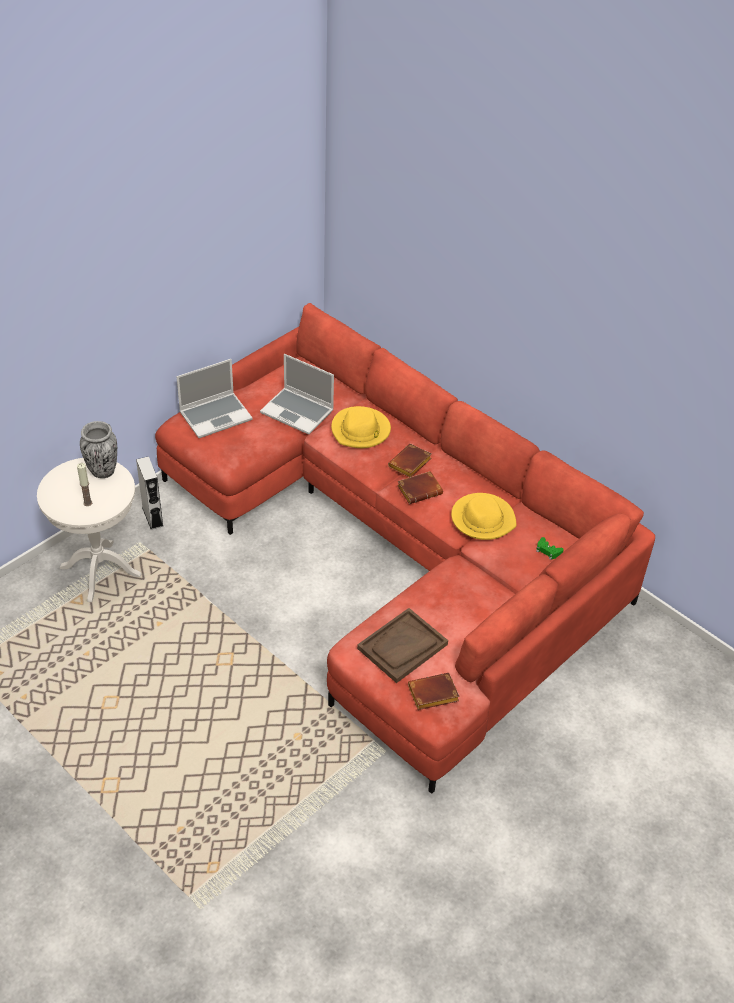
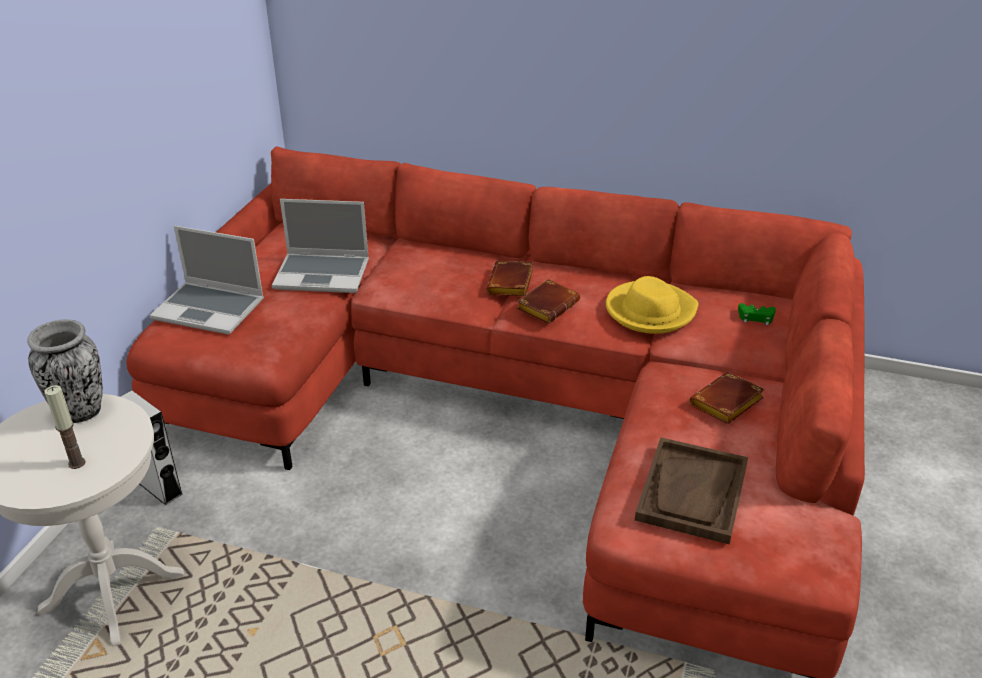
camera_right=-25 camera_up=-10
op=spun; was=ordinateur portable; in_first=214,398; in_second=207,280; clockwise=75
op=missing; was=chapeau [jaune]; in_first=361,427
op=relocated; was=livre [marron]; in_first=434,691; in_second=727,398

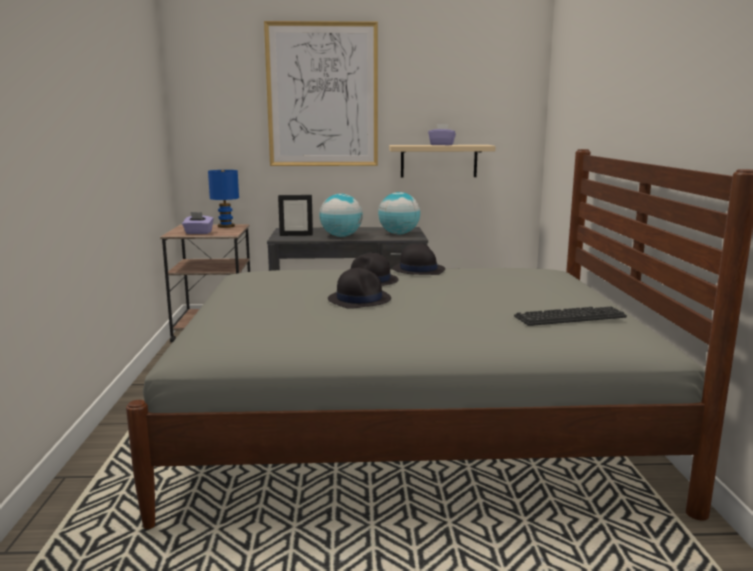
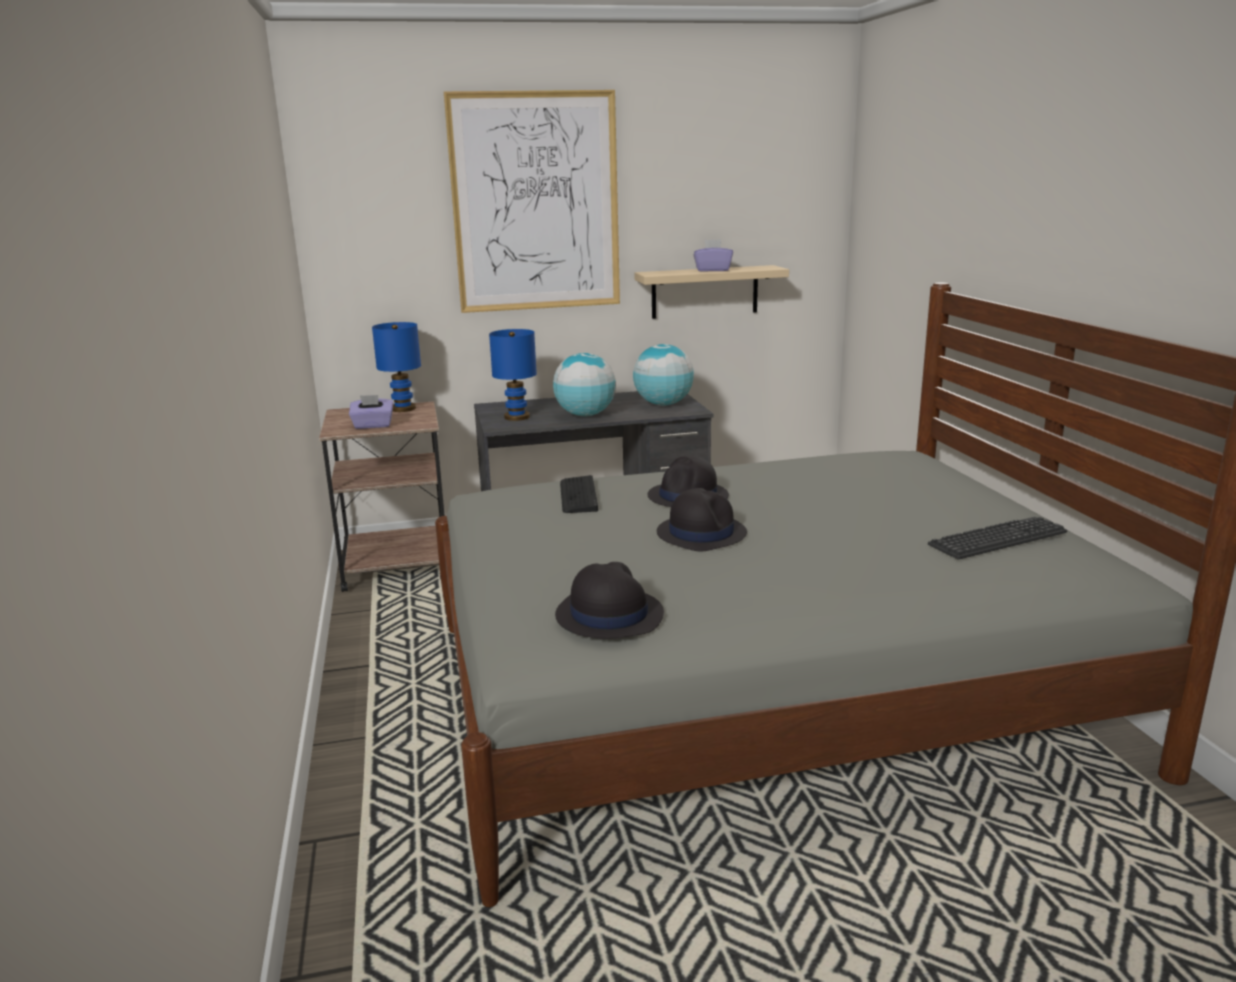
camera_right=-10 camera_up=5
op=exchanged; was=cadre photo; now=lampe de table [bleu]; in_first=295,215; in_second=513,375
op=relocated; was=chapeau [noir]; in_first=418,259; in_second=609,600
op=appeared; now=clavier; in_second=579,494

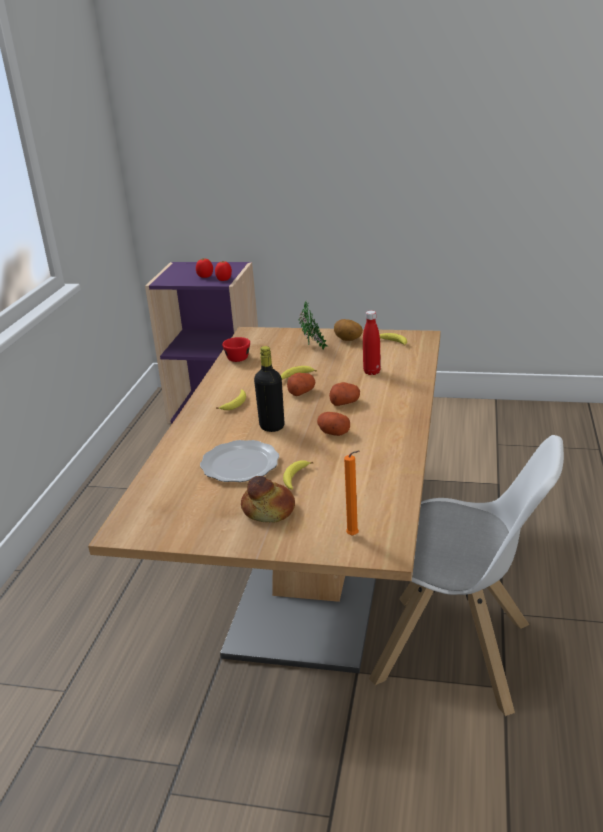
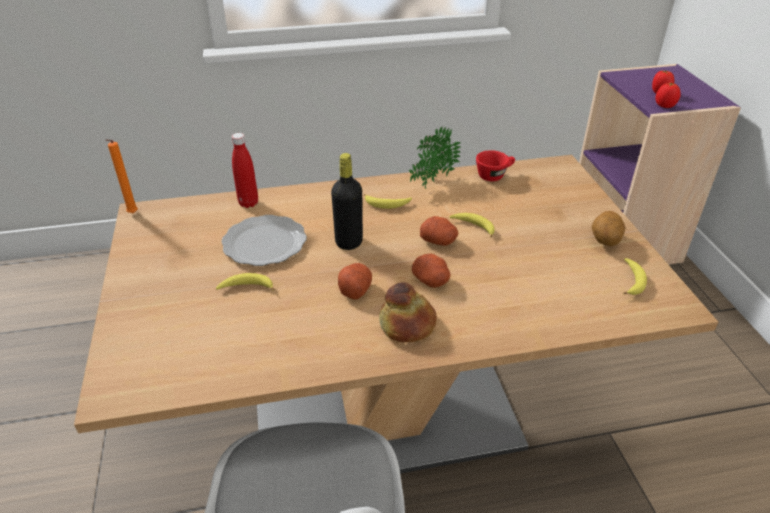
camera_right=65 camera_up=10
op=relocated; was=plante en pot; in_first=313,325; in_second=435,157
op=relocated; was=bouteille [rouge]; in_first=372,343; in_second=244,170
op=relocated; was=bougie [orange]; in_first=351,493; in_second=121,176
op=relocated; was=pain; in_first=268,499; in_second=408,312

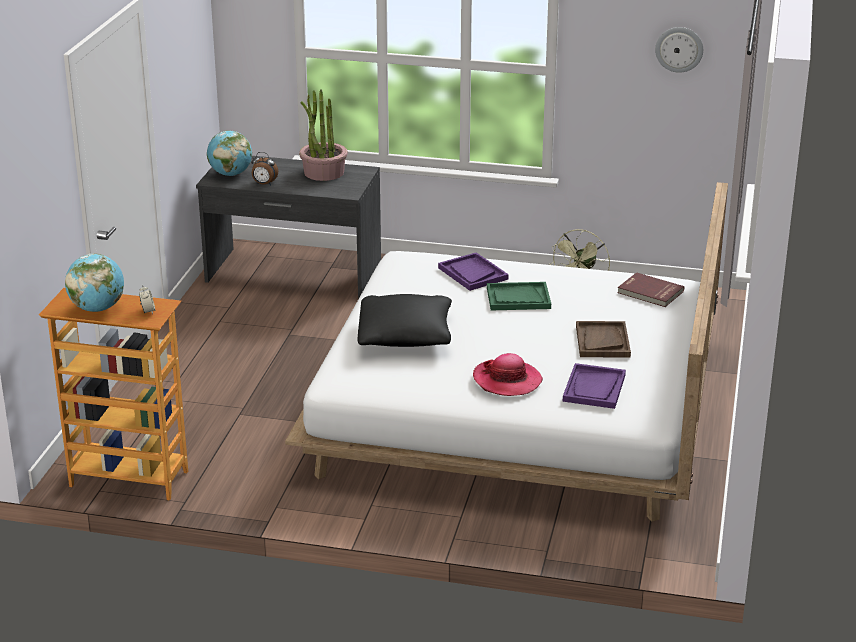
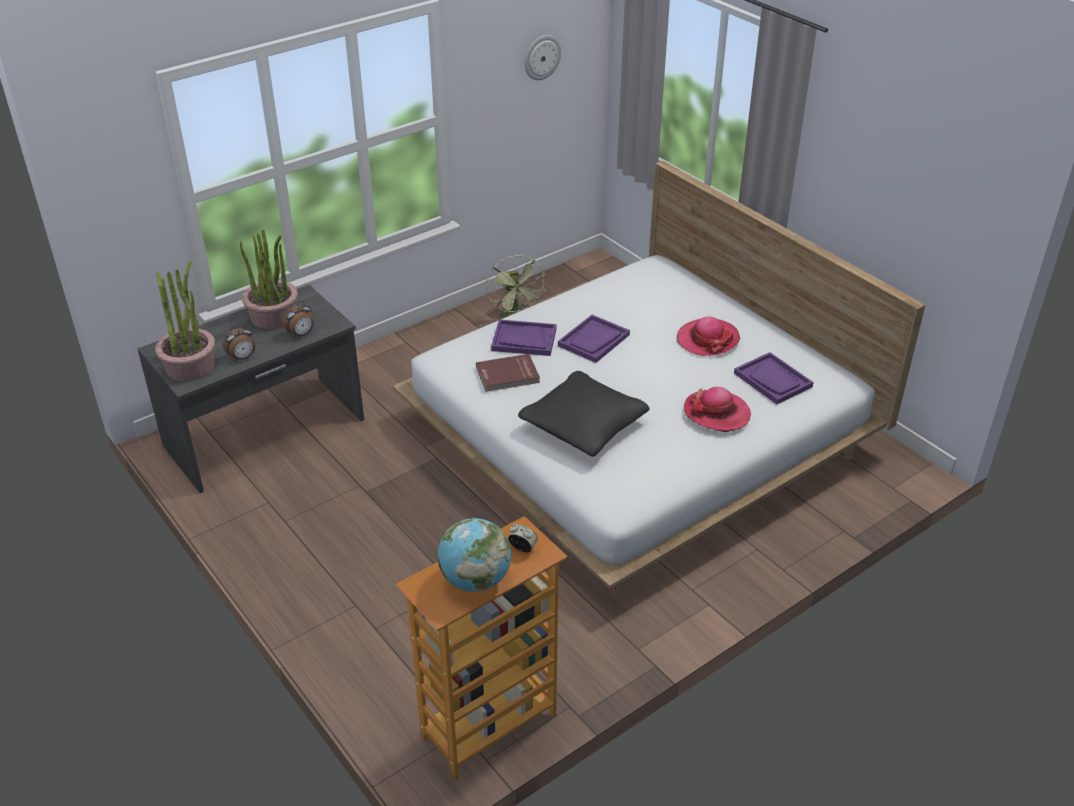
camera_right=-50 camera_up=10
op=exchanged; was=globe; now=plante en pot; in_first=229,153; in_second=185,321
op=relocated; was=livre [rouge]; in_first=650,289; in_second=508,373
op=colour; was=plateau [vert]; now=plateau [violet]; in_first=519,296; in_second=594,339
op=exchanged; was=plateau [marron]; now=chapeau; in_first=603,339; in_second=708,336
op=appeared; now=réveil; in_second=298,319

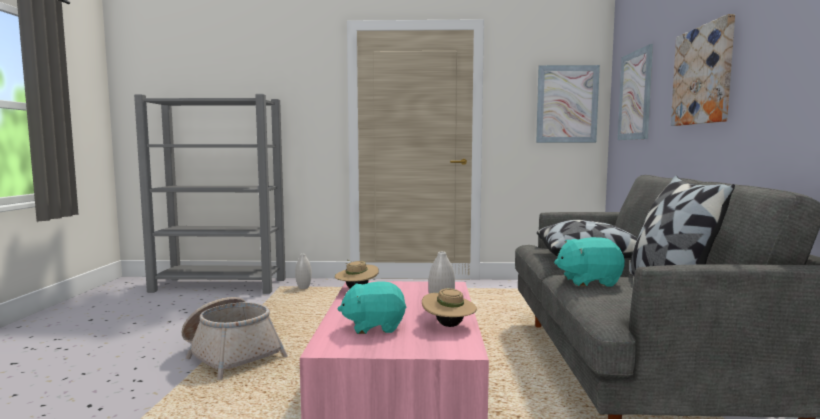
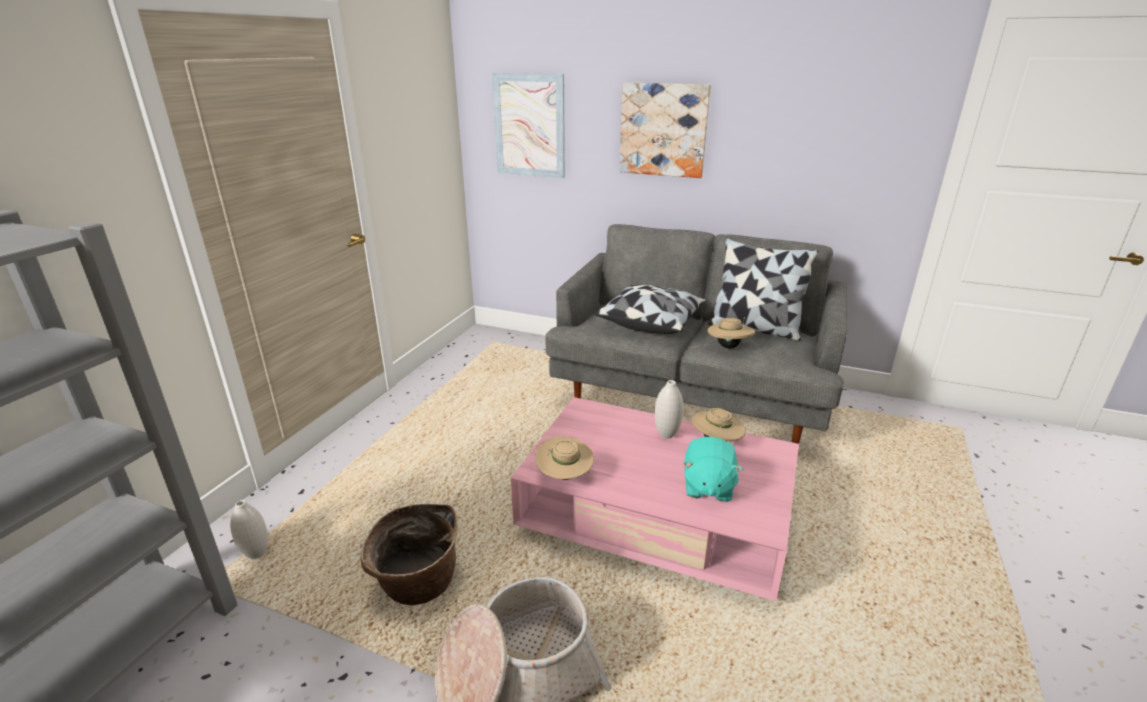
camera_right=-70 camera_up=20
op=missing; was=tableau; in_first=568,104
op=exchanged; was=peluche [turquoise]; now=chapeau [beige]; in_first=589,262; in_second=731,332
op=appeared; now=panier; in_second=409,554

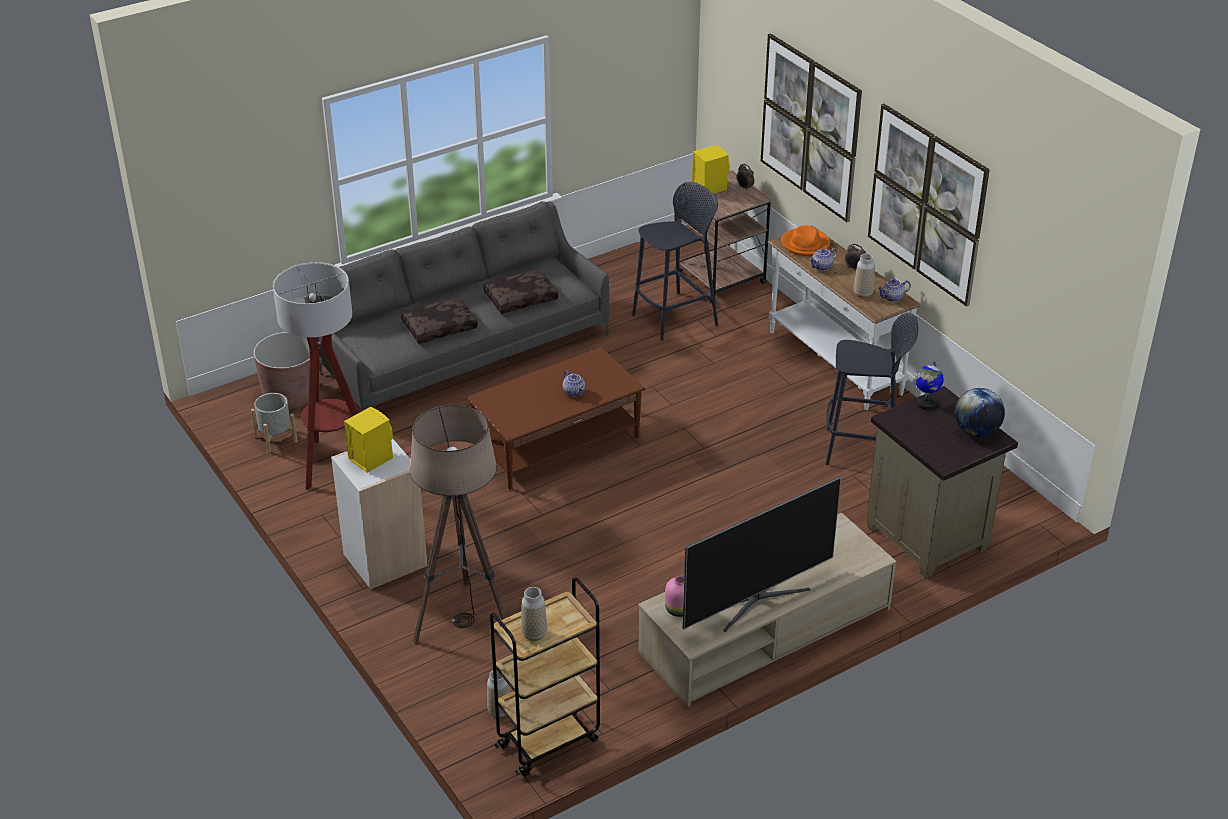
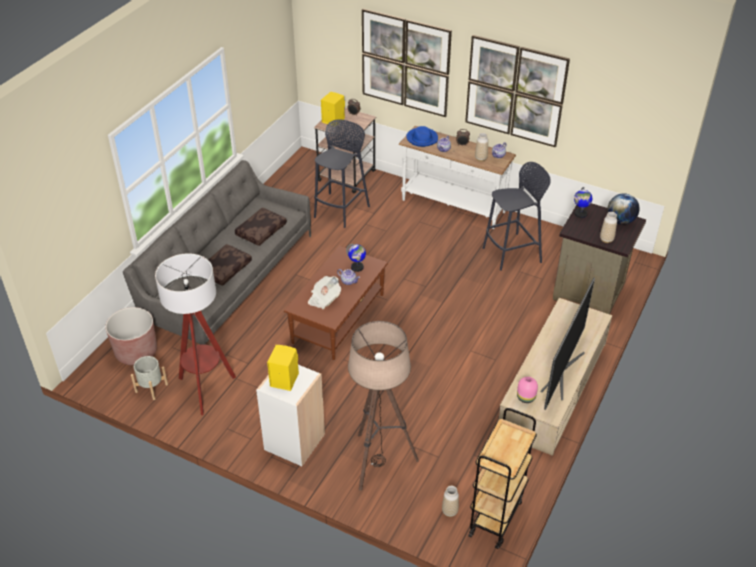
camera_right=-30 camera_up=5
op=colour; was=chapeau [orange]; now=chapeau [bleu]; in_first=805,240; in_second=422,136
op=relocated; was=vase; in_first=534,614; in_second=608,227
op=appeared; now=globe; in_second=356,258
op=appeared; now=journal; in_second=324,292

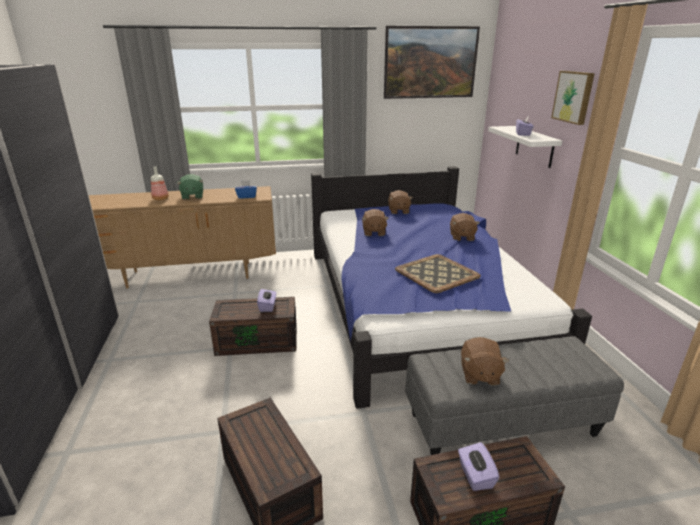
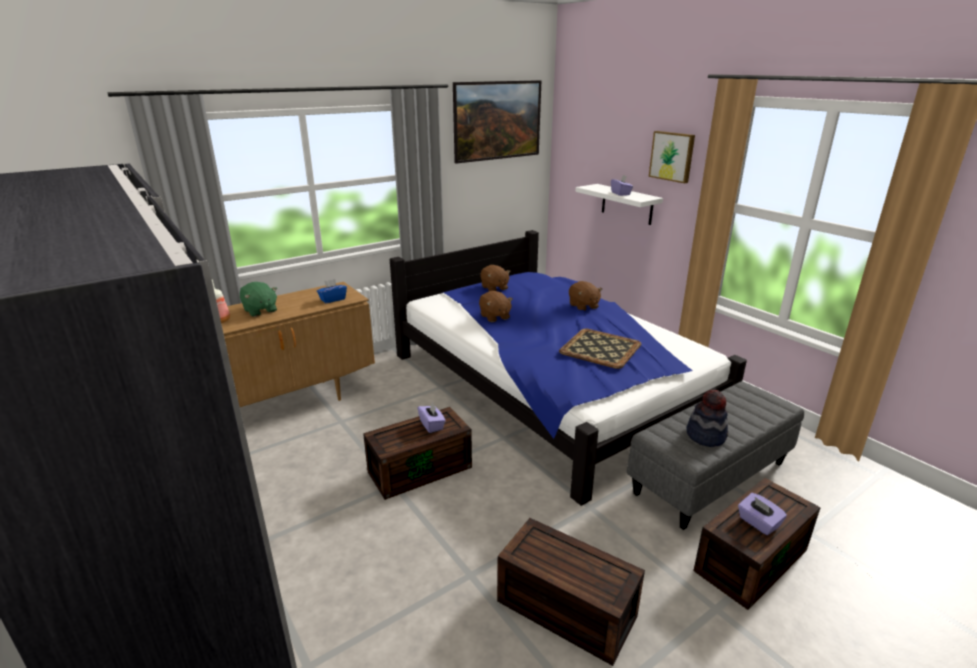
camera_right=-25 camera_up=0
op=exchanged; was=peluche [marron]; now=chapeau; in_first=485,361; in_second=707,418

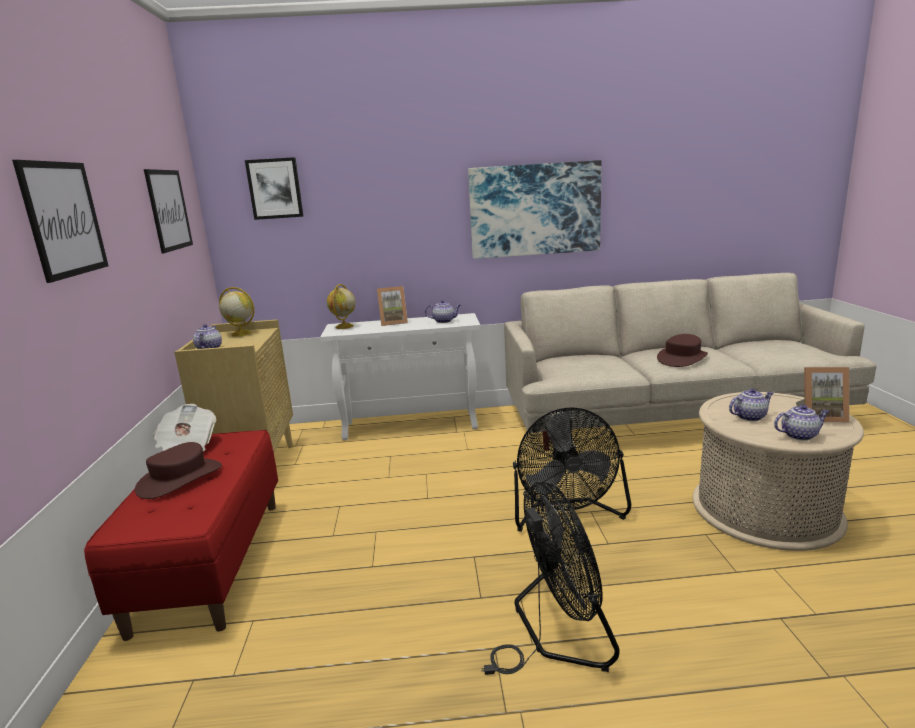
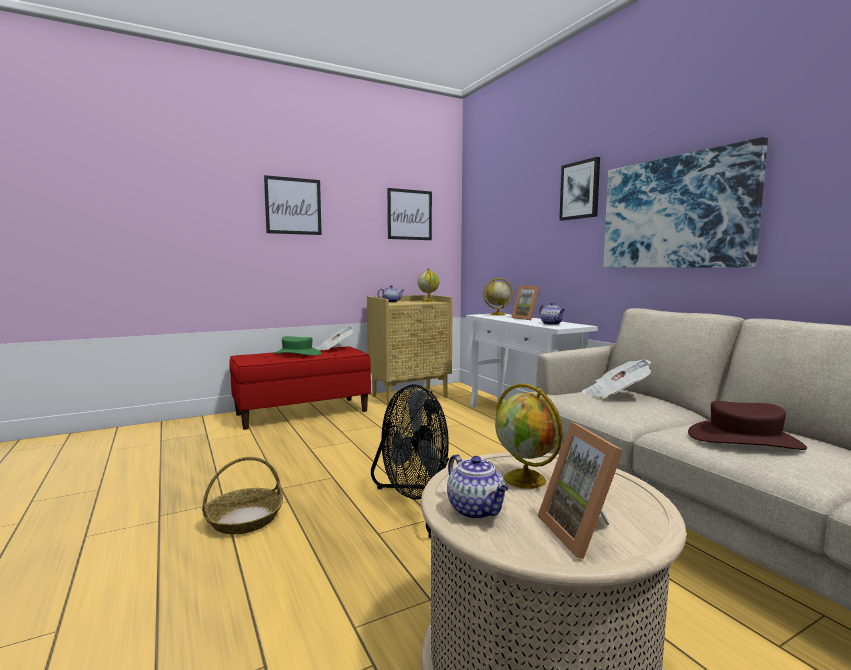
camera_right=65 camera_up=-10
op=relocated; was=tableau; in_first=274,188; in_second=579,189
op=exchanged; was=théière; now=globe; in_first=751,404; in_second=529,436
op=colour; was=chapeau [marron]; now=chapeau [vert]; in_first=178,470; in_second=297,346
op=exchanged; was=ventilateur [noir]; now=panier; in_first=550,578; in_second=242,495
op=appeared; now=journal; in_second=617,379

